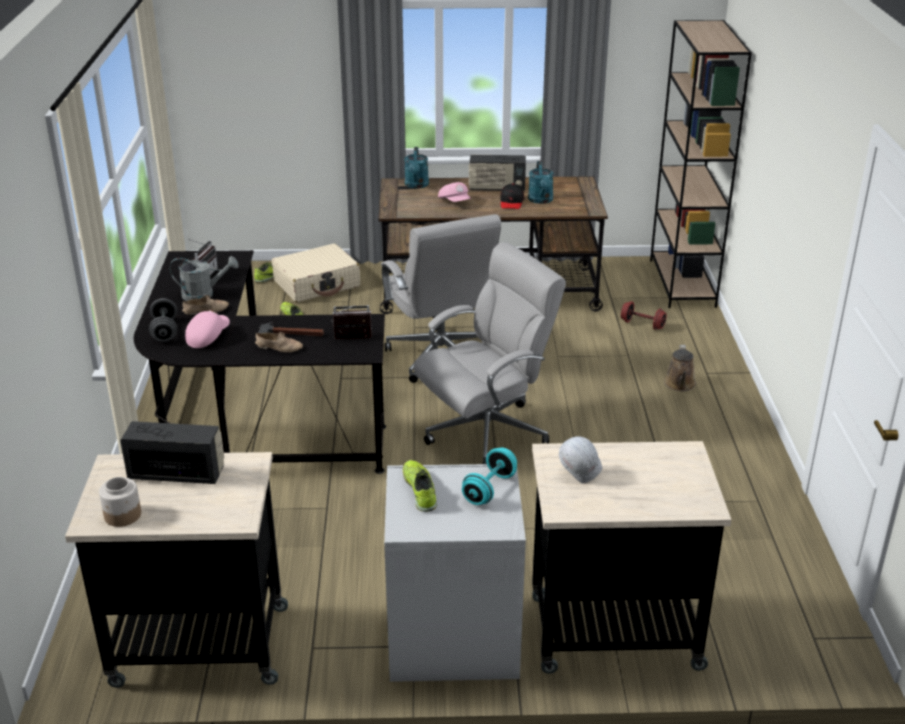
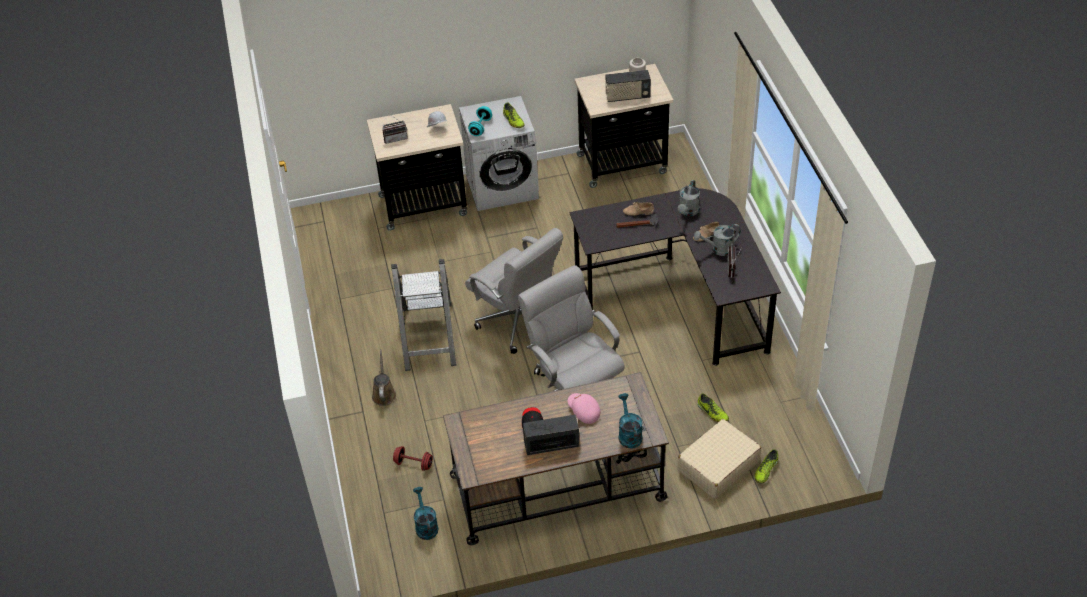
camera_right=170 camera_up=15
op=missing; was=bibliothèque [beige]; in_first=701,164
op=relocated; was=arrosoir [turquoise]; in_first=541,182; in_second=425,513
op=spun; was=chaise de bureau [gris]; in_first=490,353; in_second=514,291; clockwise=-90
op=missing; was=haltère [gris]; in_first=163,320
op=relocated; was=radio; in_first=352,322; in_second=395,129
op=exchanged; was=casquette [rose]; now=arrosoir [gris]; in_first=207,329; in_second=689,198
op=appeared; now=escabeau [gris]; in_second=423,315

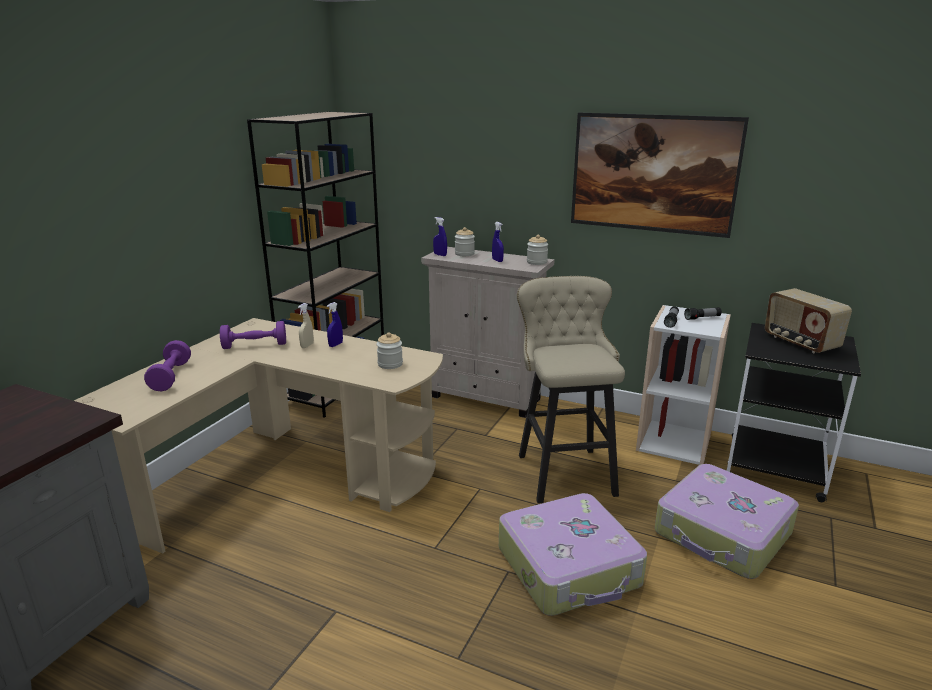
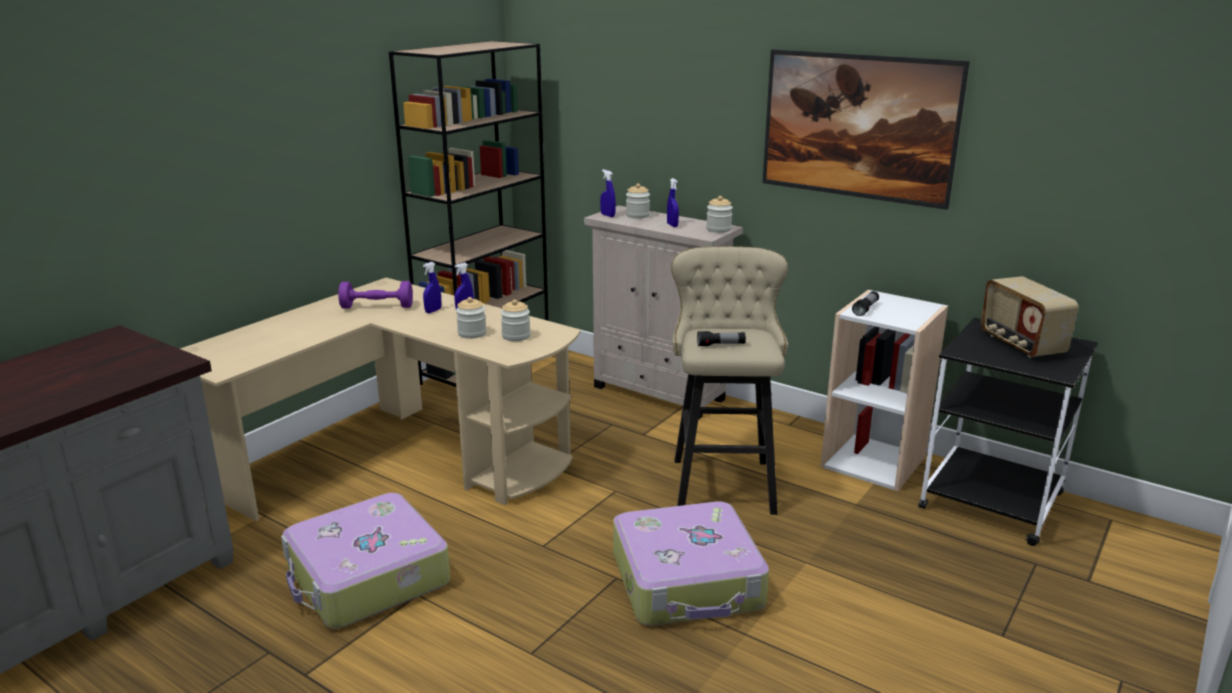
camera_right=10 camera_up=0
op=colour; was=vaporisateur [beige]; now=vaporisateur [bleu]; in_first=306,325; in_second=432,287
op=relocated; was=lampe de poche; in_first=703,313; in_second=721,339
op=missing; was=haltère [violet]; in_first=167,365
op=relocated; was=valise; in_first=727,521; in_second=366,561
op=appeared; now=bocal; in_second=471,318

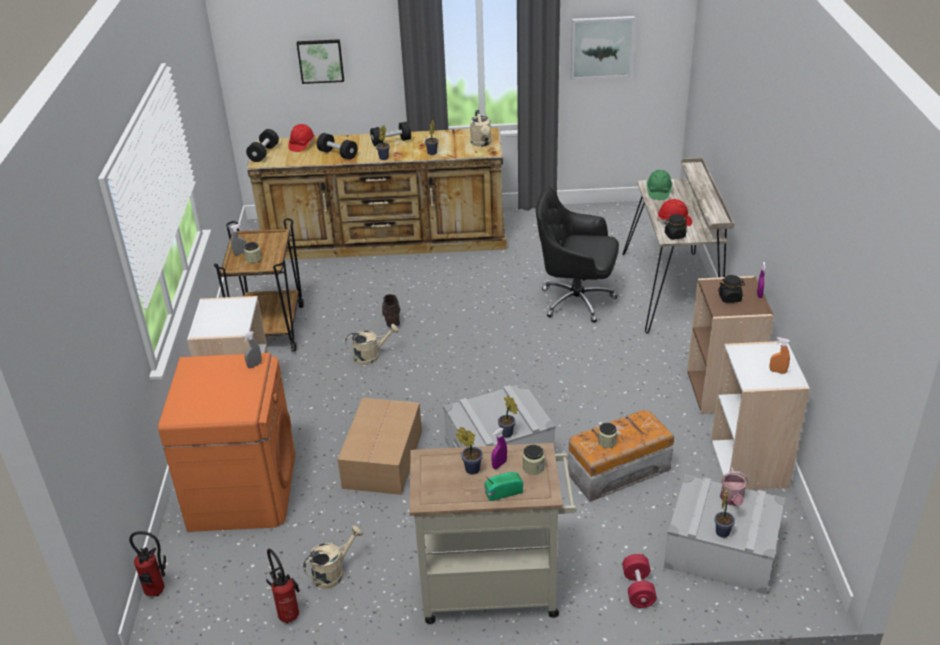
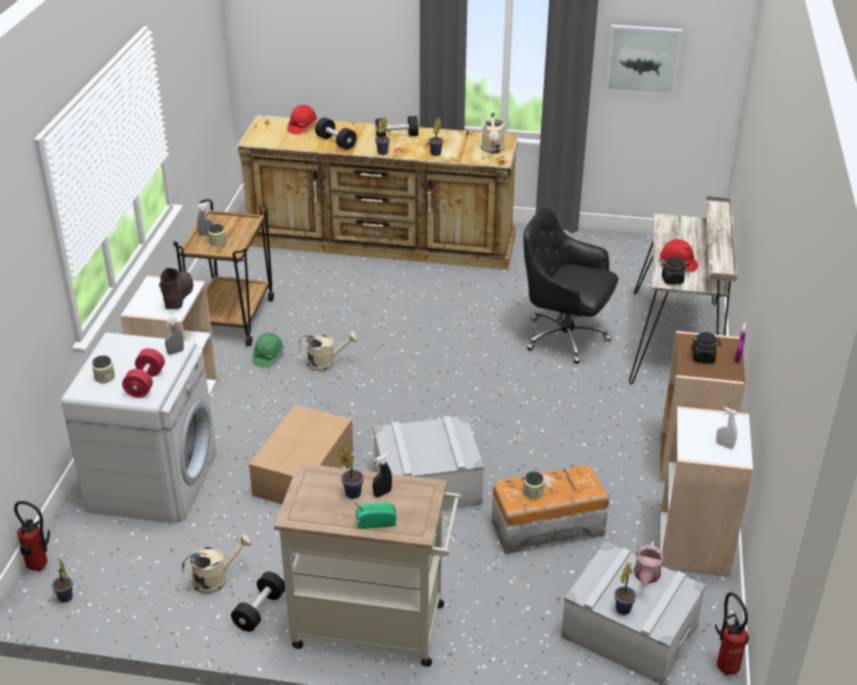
camera_right=10 camera_up=0
op=missing; was=tableau; in_first=320,61
op=relocated; was=haltère [noir]; in_first=262,145; in_second=258,601
op=relocated; was=casque de chantier [vert]; in_first=659,185; in_second=268,350
op=relocated; was=botte [marron]; in_first=390,310; in_second=176,289
op=colour; was=vaporisateur [orange]; now=vaporisateur [blanc]; in_first=780,355; in_second=727,428
op=colour; was=lave-linge [orange]; now=lave-linge [blanc]; in_first=227,442; in_second=138,428
op=relocated; was=plante en pot; in_first=508,417; in_second=62,580
op=colour; was=vaporisateur [violet]; now=vaporisateur [noir]; in_first=499,448; in_second=382,475
op=relocated; was=bocal; in_first=534,460; in_second=103,369
op=relocated; was=extincteur; in_first=282,585; in_second=732,633
op=relocated; was=haltère [rouge]; in_first=639,581; in_second=143,373

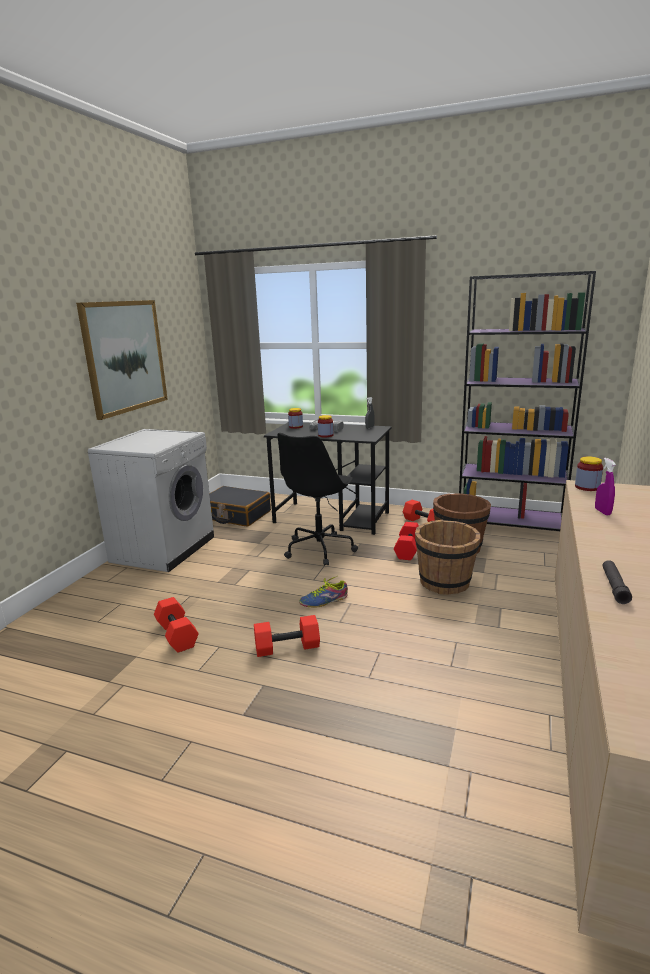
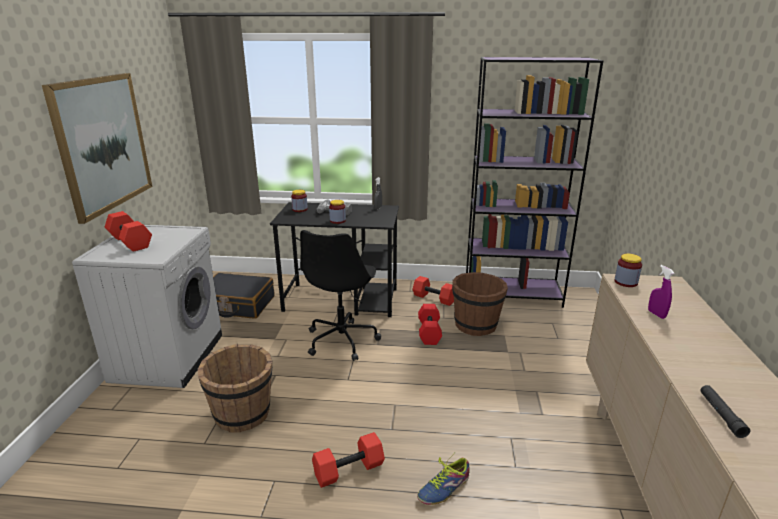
camera_right=-15 camera_up=5
op=relocated; was=seau [marron]; in_first=447,557; in_second=235,388
op=relocated; was=chaussure; in_first=323,592; in_second=443,479
op=relocated; was=haltère [rouge]; in_first=176,625; in_second=128,231

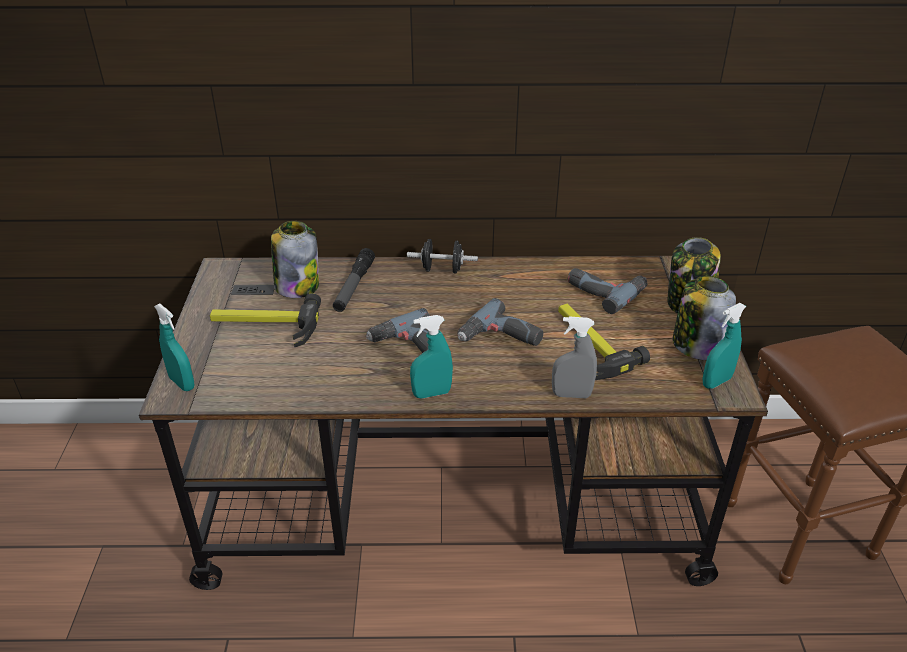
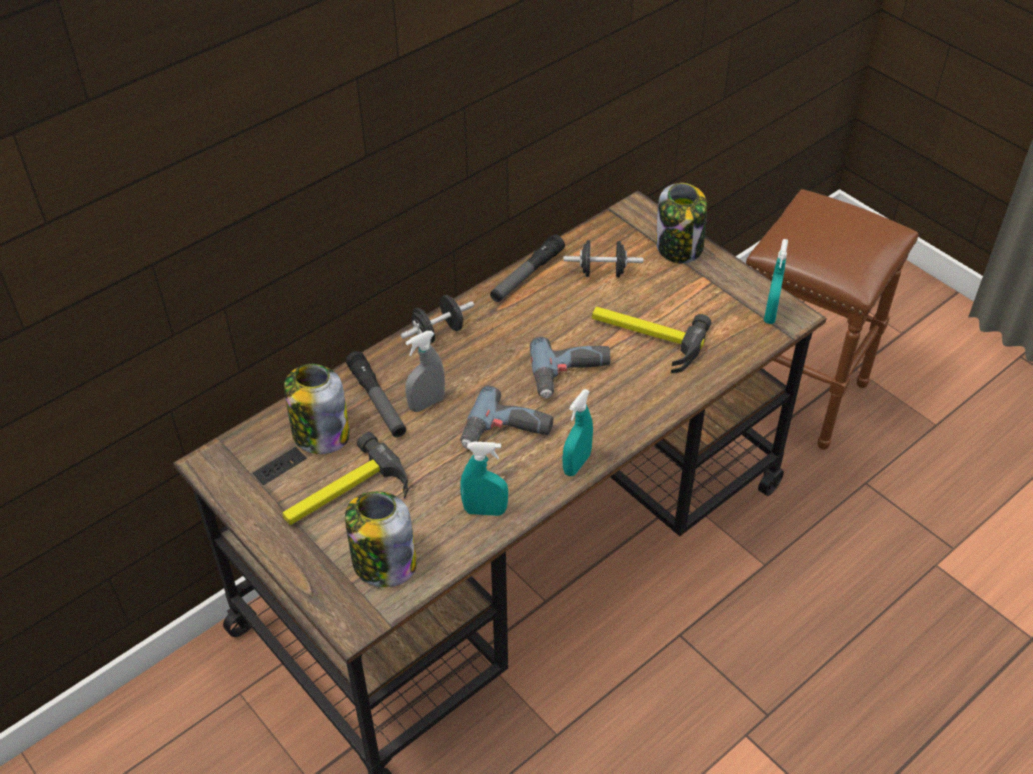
camera_right=-40 camera_up=10
op=exchanged; was=perceuse; now=haltère [noir]; in_first=608,291; in_second=603,259
op=relocated; was=bocal; in_first=704,318; in_second=381,539
op=relocated; was=vaporisateur [turquoise]; in_first=174,347; in_second=484,479
op=relocated; was=vaporisateur [gris]; in_first=574,357; in_second=425,371
op=appeared; now=lampe de poche; in_second=527,268

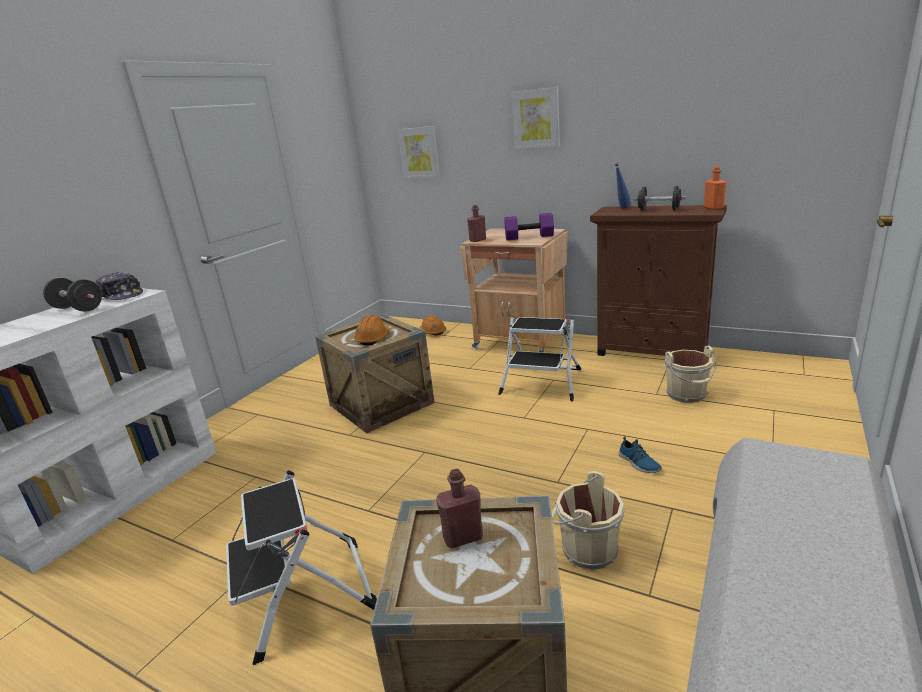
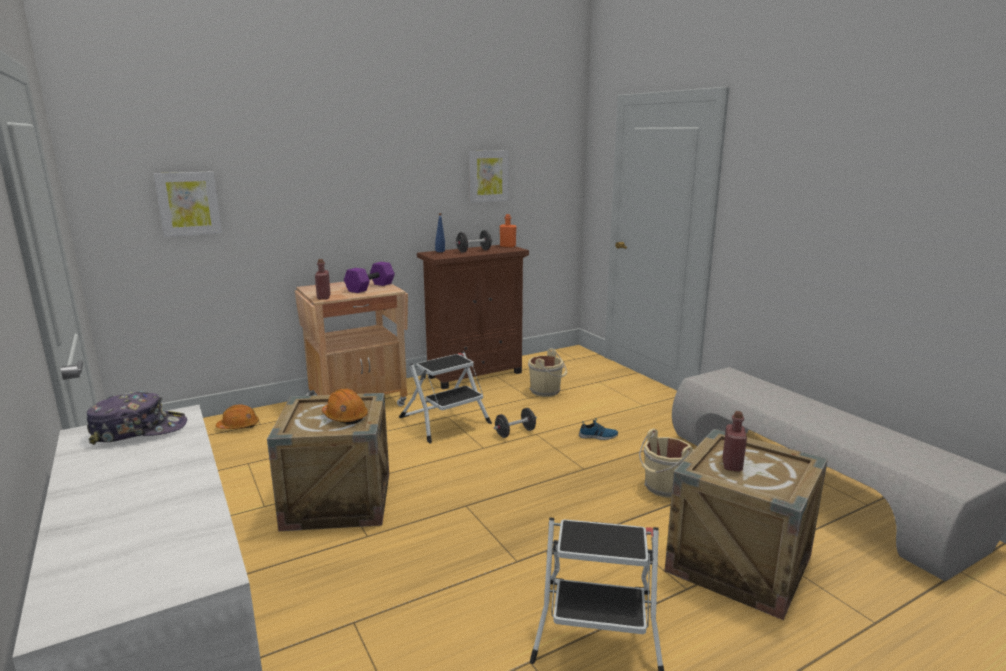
camera_right=-60 camera_up=-5
op=relocated; was=tableau; in_first=536,118; in_second=489,176
op=relocated; was=haltère [noir]; in_first=72,294; in_second=515,423

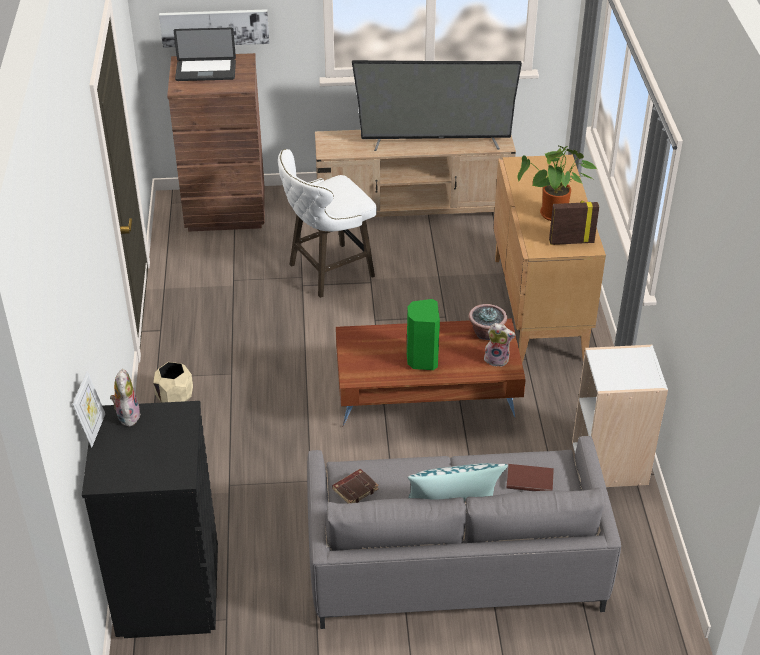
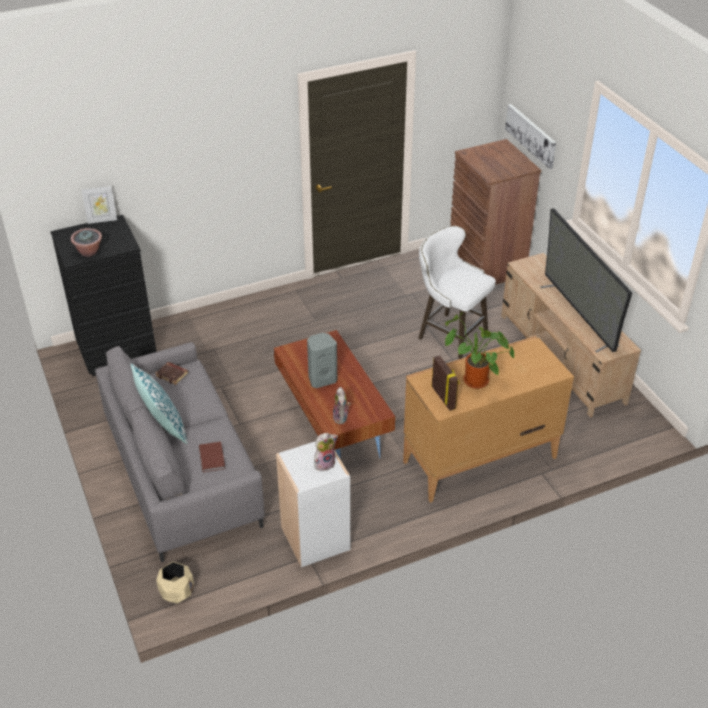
camera_right=70 camera_up=0
op=missing; was=ordinateur portable; in_first=205,54
op=colour; was=enceinte [vert]; now=enceinte [gris]; in_first=423,334; in_second=322,360
op=relocated; was=plante en pot; in_first=488,322; in_second=86,242
op=relocated; was=cache-pot [beige]; in_first=173,382; in_second=175,583
op=relocated; was=peluche; in_first=125,397; in_second=326,452

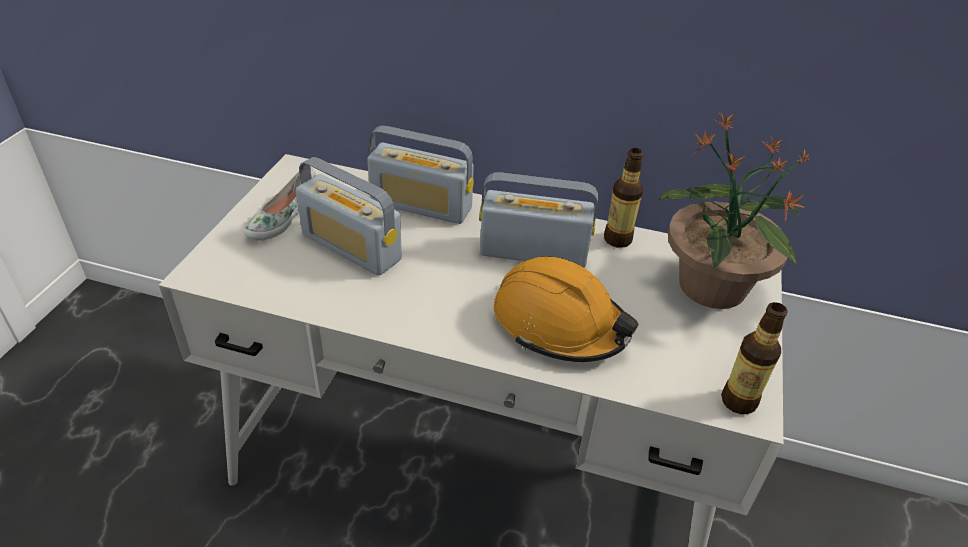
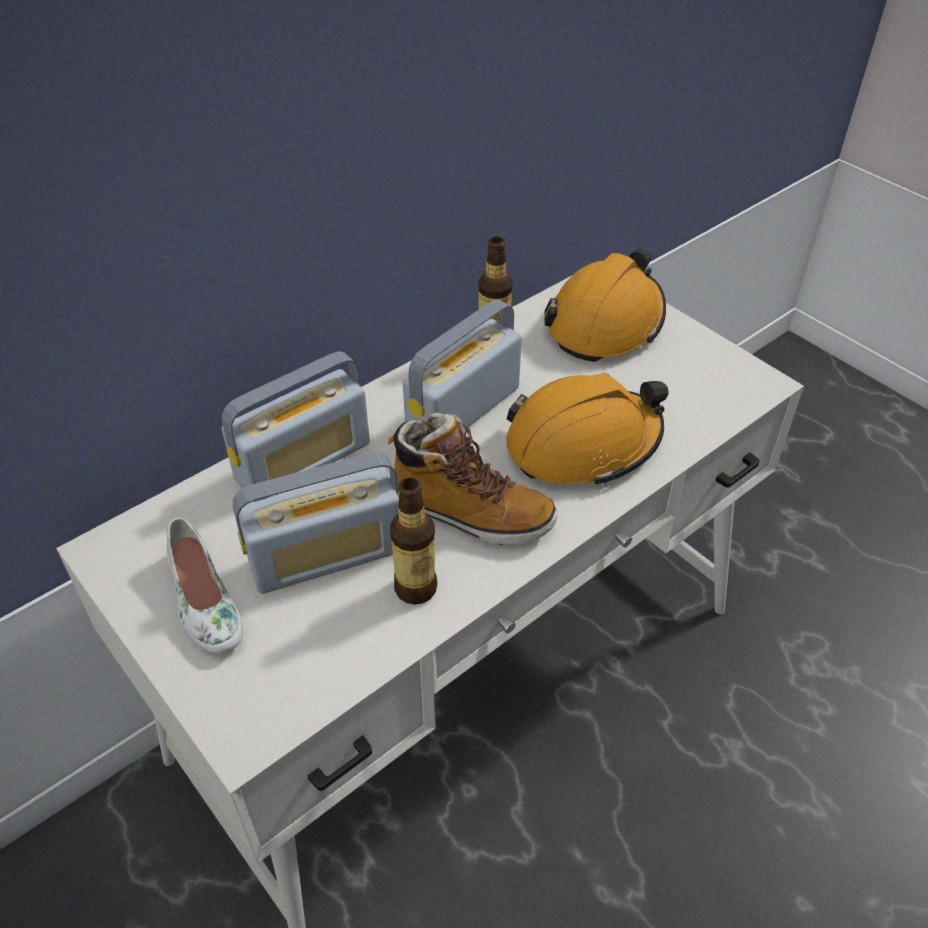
camera_right=-55 camera_up=5
op=exchanged; was=plante en pot; now=casque de chantier [orange]; in_first=733,210; in_second=605,305
op=relocated; was=bouteille; in_first=754,358; in_second=413,541
op=appeared; now=botte; in_second=473,479

